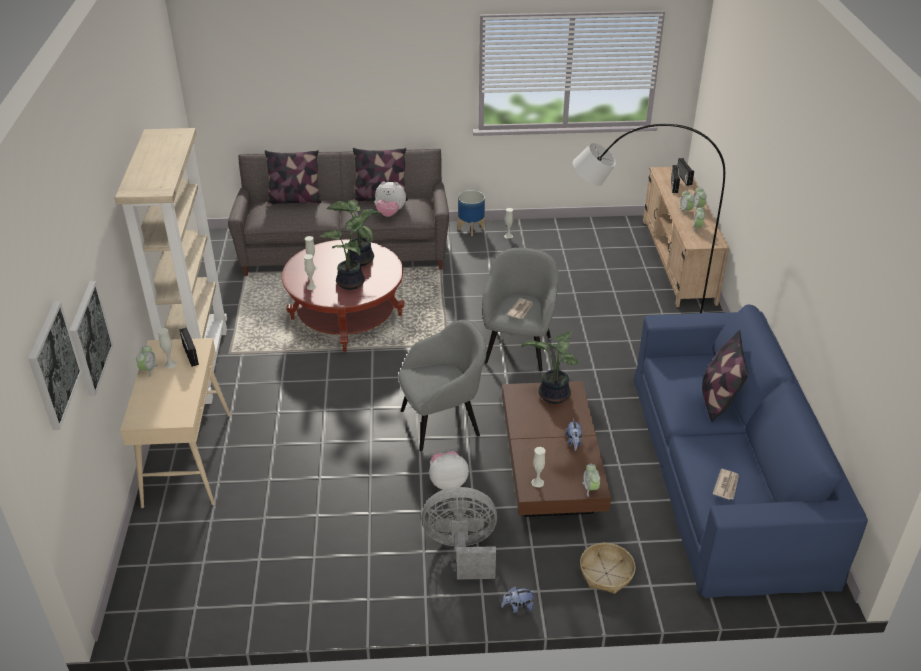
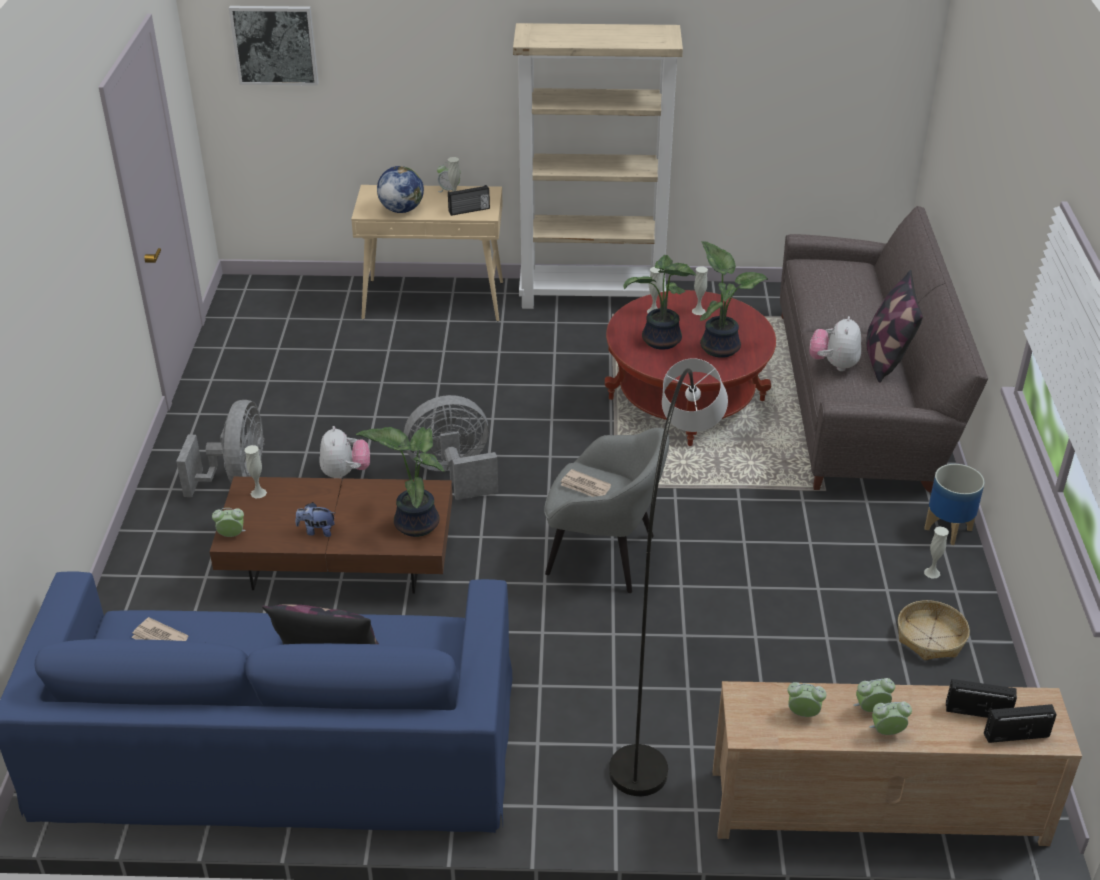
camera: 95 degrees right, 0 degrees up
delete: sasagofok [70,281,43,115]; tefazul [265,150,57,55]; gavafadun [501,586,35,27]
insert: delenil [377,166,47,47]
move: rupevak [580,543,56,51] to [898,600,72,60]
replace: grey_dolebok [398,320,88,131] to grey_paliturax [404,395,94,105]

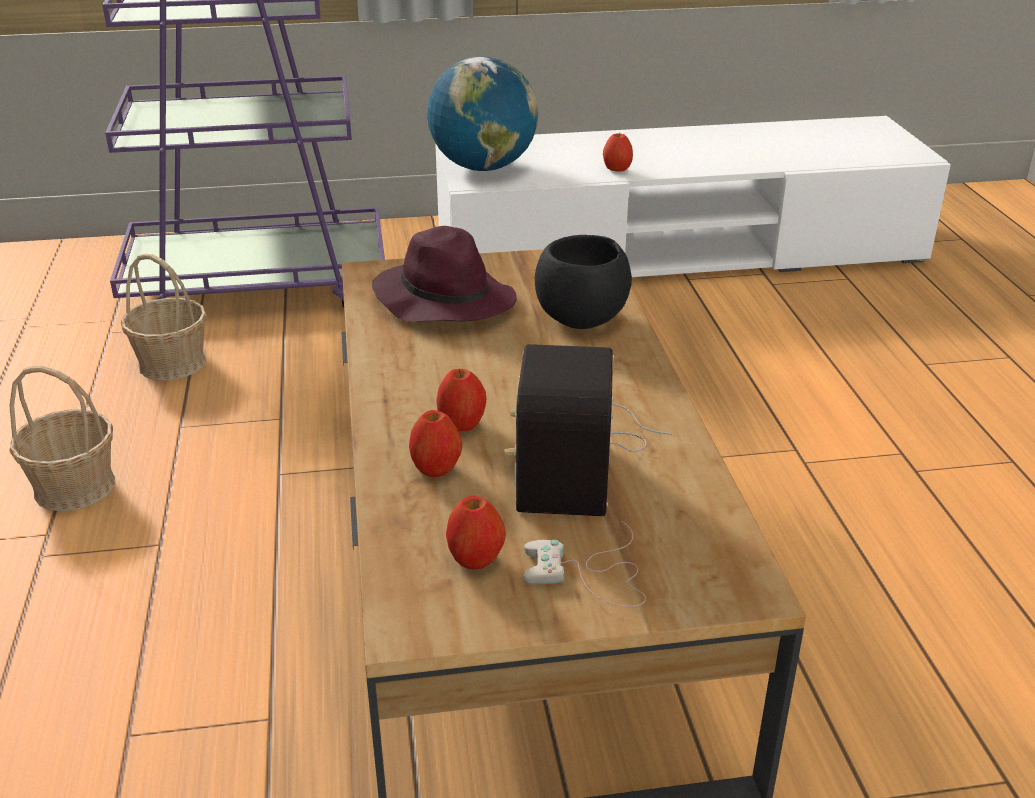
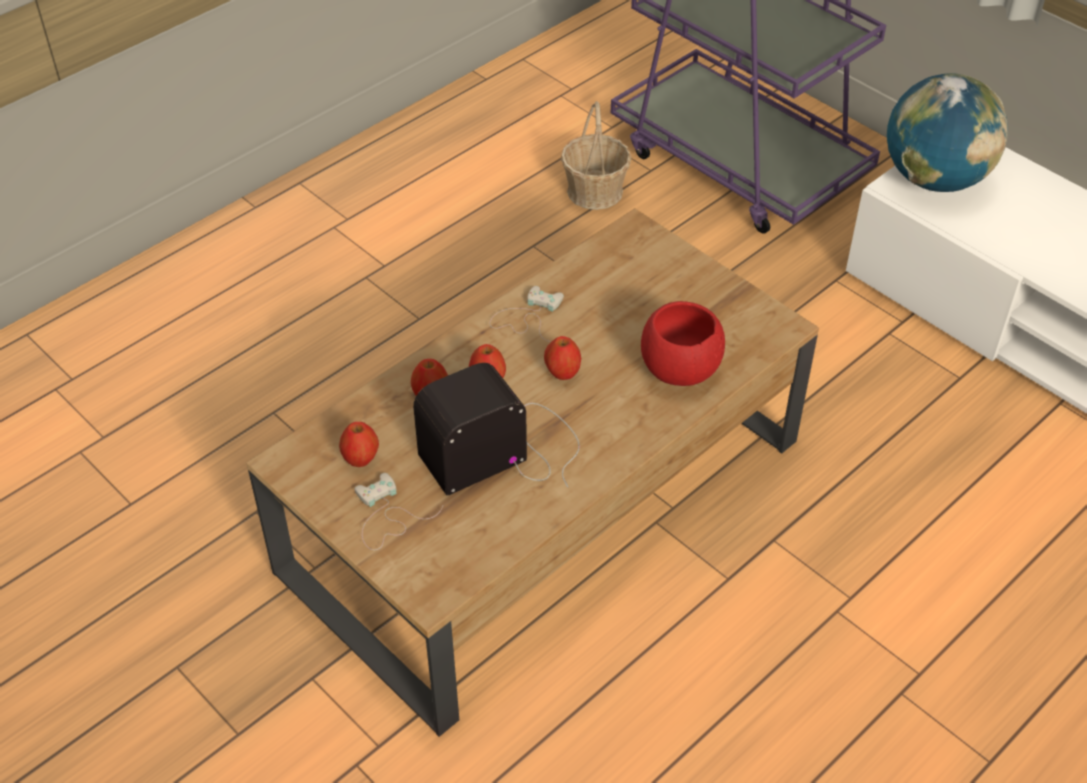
camera: 55 degrees right, 15 degrees up
delete: rupevak [10,365,105,147]; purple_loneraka [372,226,145,96]
insert: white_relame [490,286,74,56]
move: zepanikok [603,133,30,39] to [544,336,37,44]
recolor: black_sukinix [535,235,97,94] to red_sukinix [641,301,84,85]

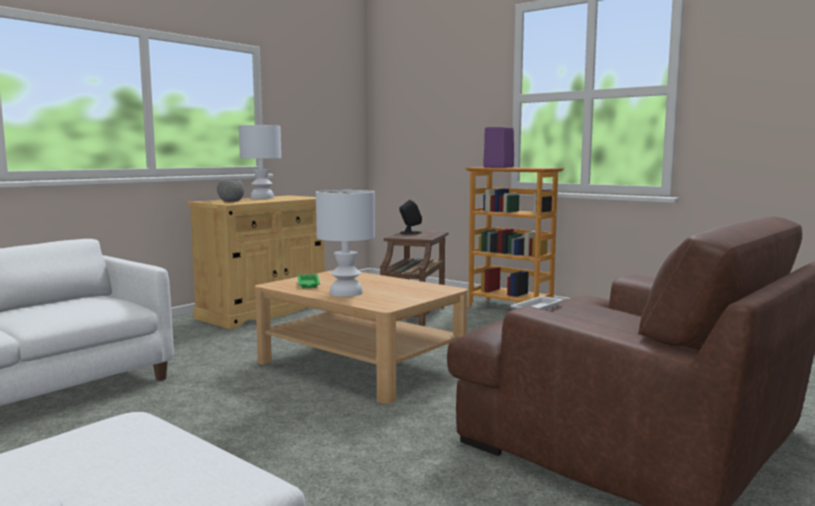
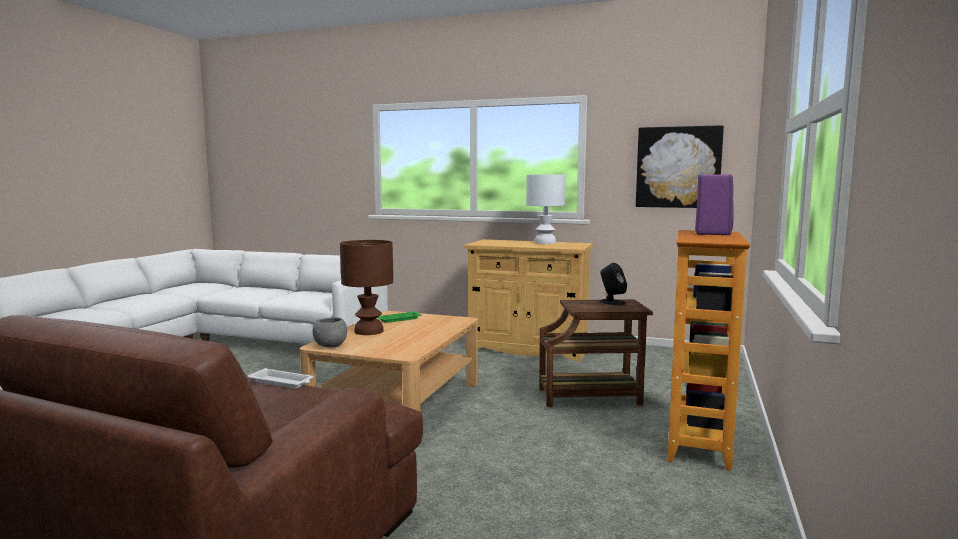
camera: 70 degrees right, 0 degrees up
insert: sasagofok [636,125,88,83]
move: grey_sukinix [217,180,27,22] to [313,317,34,31]
recolor: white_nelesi [316,190,59,107] to brown_nelesi [340,240,53,95]

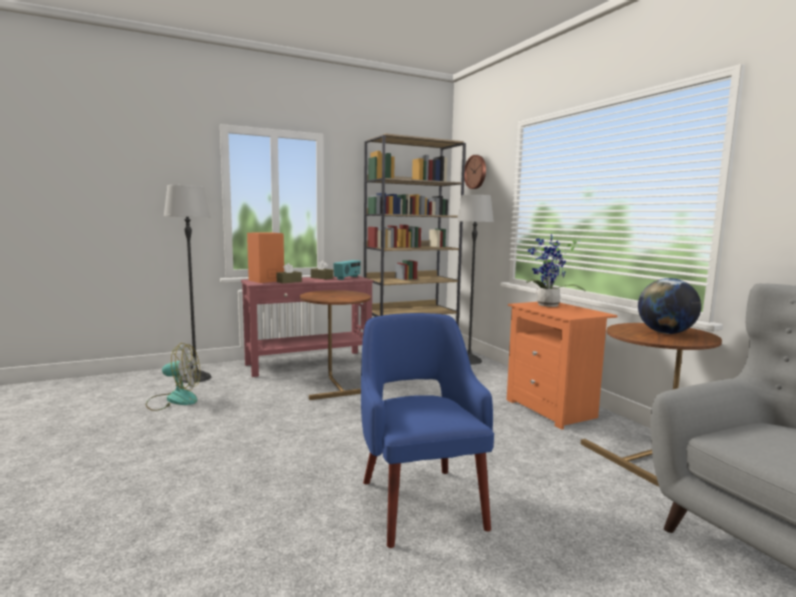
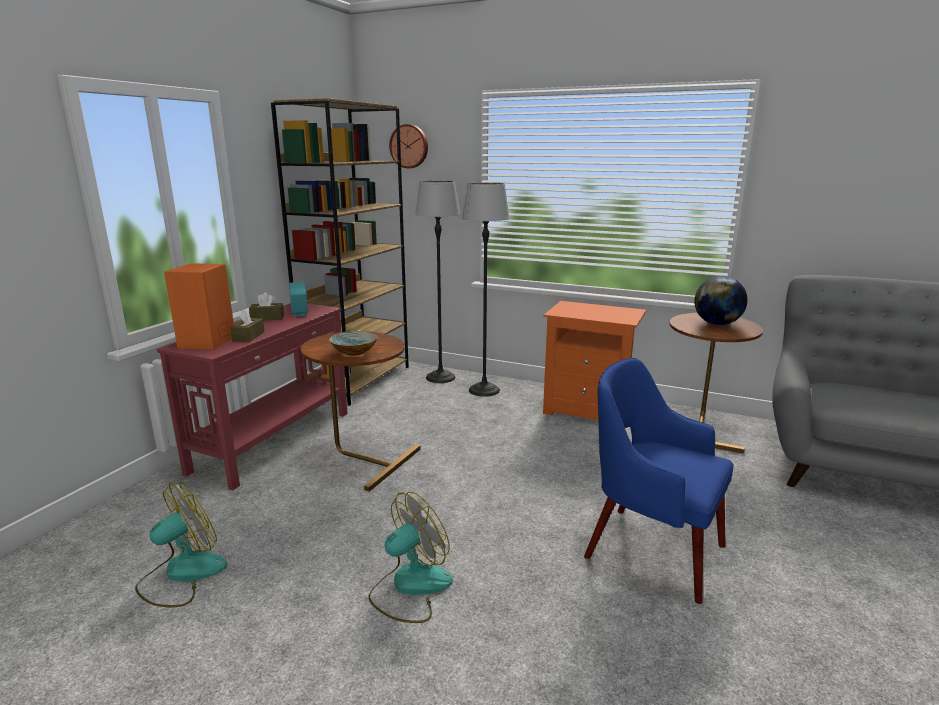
camera: 40 degrees left, 10 degrees up
delete: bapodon [526,234,59,73]
insert: sukinix [329,331,48,25]; paliturax [368,492,85,131]
move: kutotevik [164,185,47,198] to [462,183,48,214]

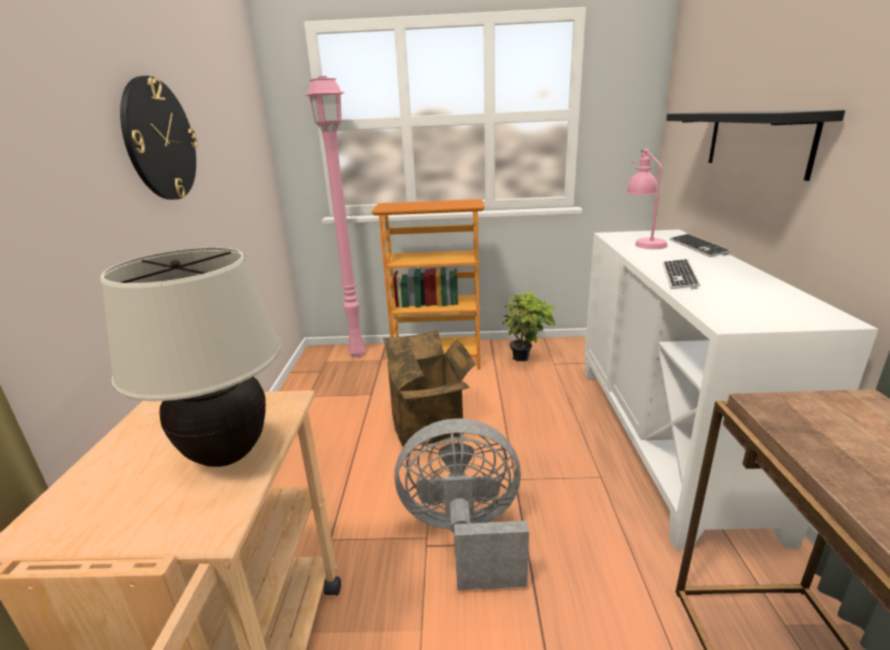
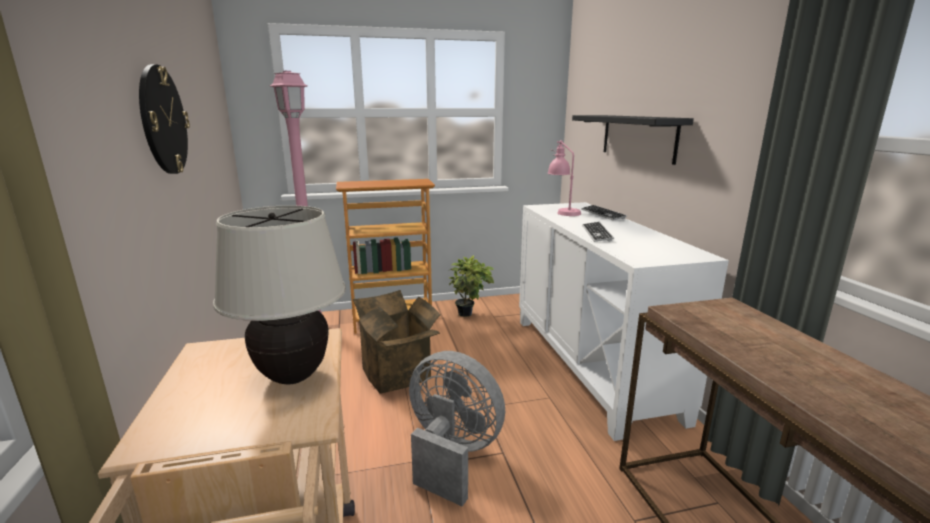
camera: 15 degrees left, 5 degrees down
rotate: grey_paliturax [395,418,134,172] = [409,351,96,155] 45 degrees clockwise

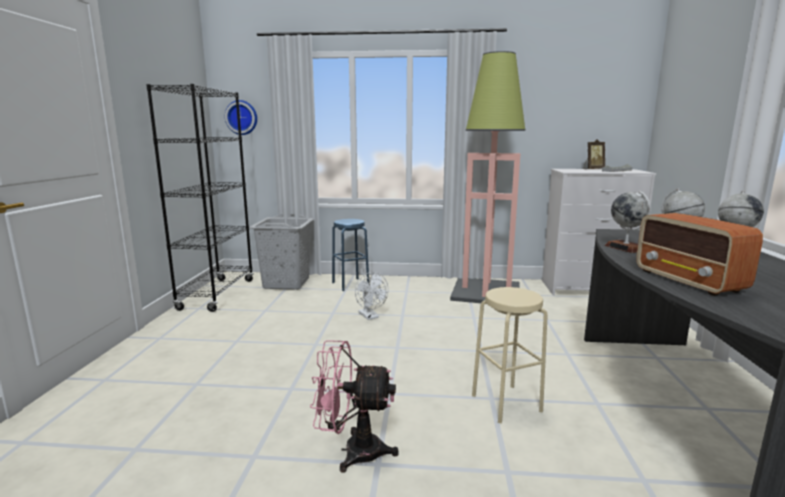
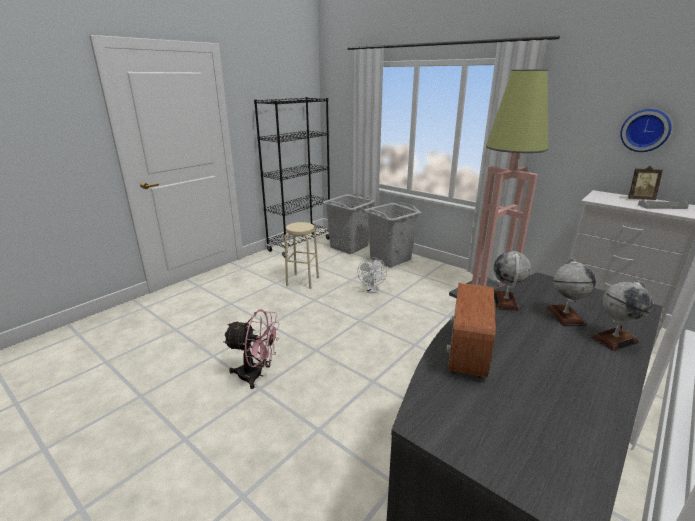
camera: 35 degrees right, 10 degrees up
move: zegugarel [225,100,32,35] to [620,109,52,43]; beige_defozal [472,287,76,136] to [285,222,34,67]
replace: blue_defozal [332,219,37,72] to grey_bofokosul [364,202,58,65]
rotate: pink_paliturax [310,340,89,133] = [223,309,57,80] 150 degrees clockwise

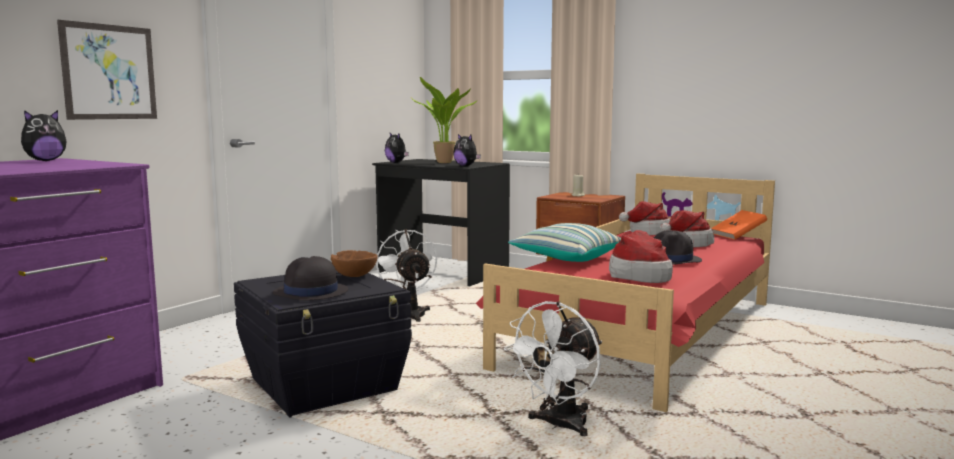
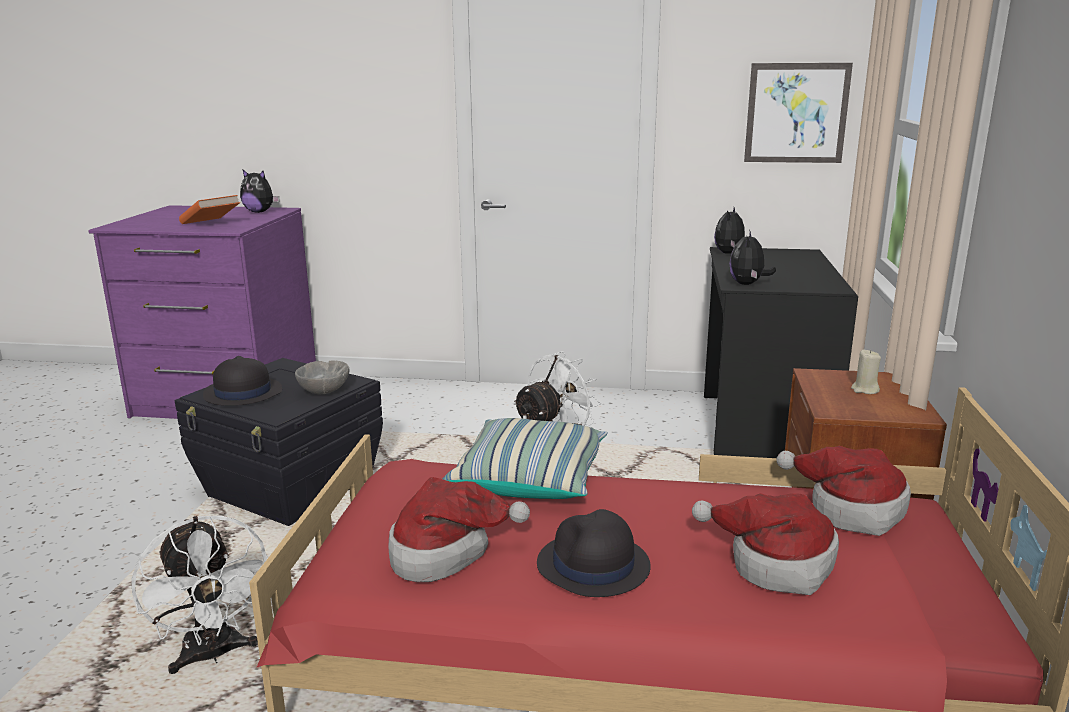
camera: 65 degrees right, 10 degrees up
delete: bapodon [411,77,66,86]
move: sasagofok [57,20,100,100] to [744,63,109,100]; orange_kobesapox [712,210,55,30] to [179,195,61,29]
recolor: brown_sukinix [331,250,47,27] to grey_sukinix [295,360,54,34]
rotate: white_paliturax [504,301,98,135] = [131,515,137,159] 135 degrees counterclockwise

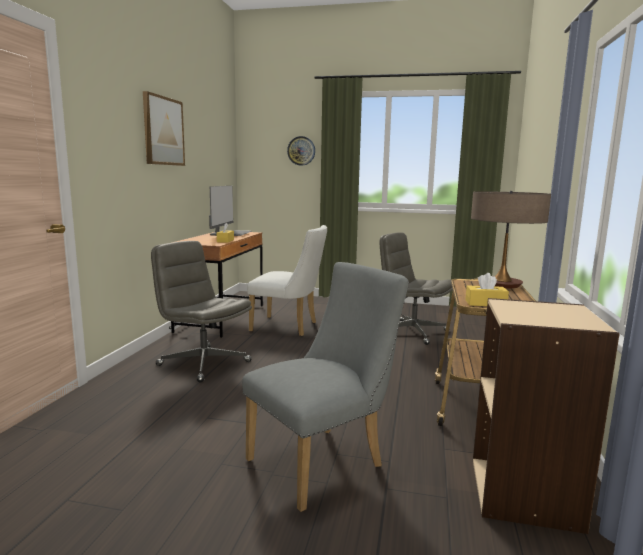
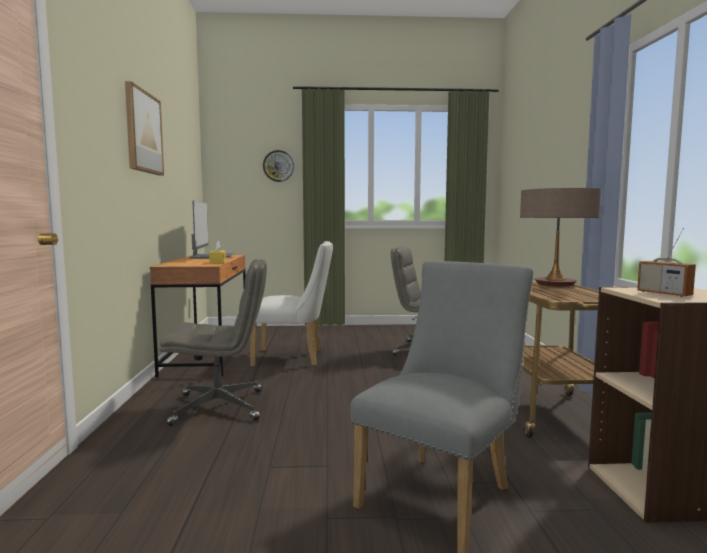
camera: 15 degrees left, 5 degrees down
delete: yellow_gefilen [465,273,44,33]
insert: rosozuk [637,228,59,69]
rotate: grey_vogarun [151,241,101,142] = [159,259,108,167] 150 degrees clockwise

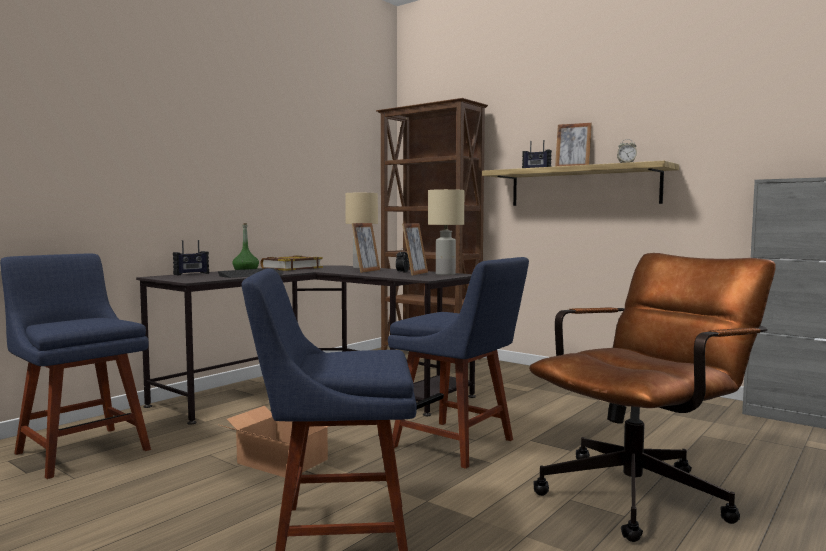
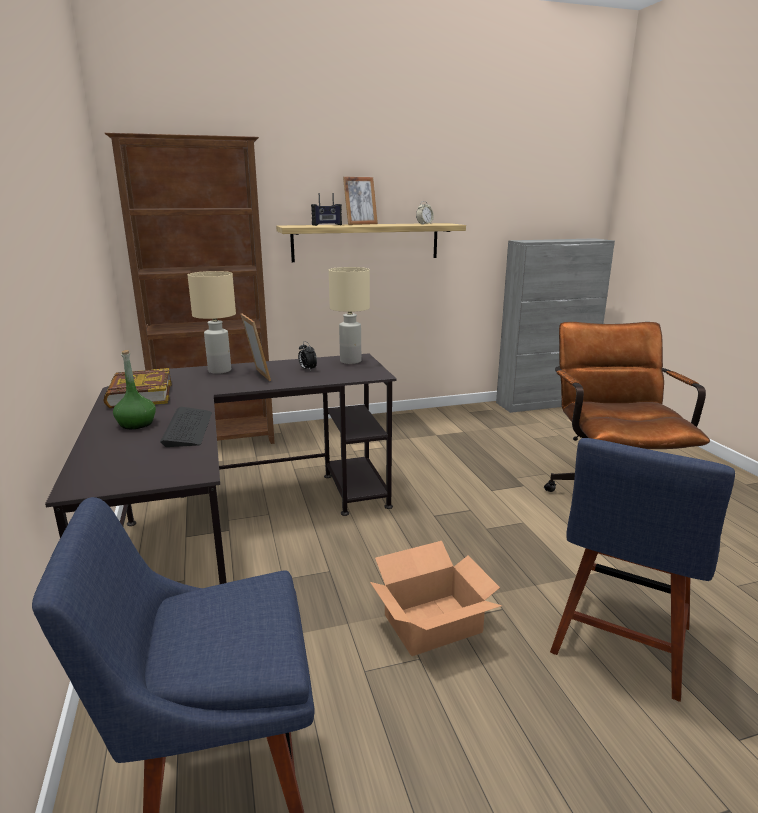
camera: 55 degrees left, 15 degrees up
delete: rosozuk [173,240,36,35]; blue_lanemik [388,257,141,212]; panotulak [402,223,26,53]

